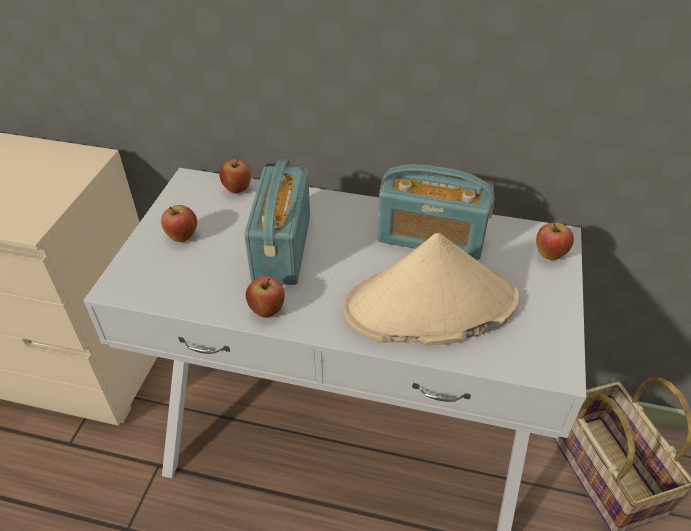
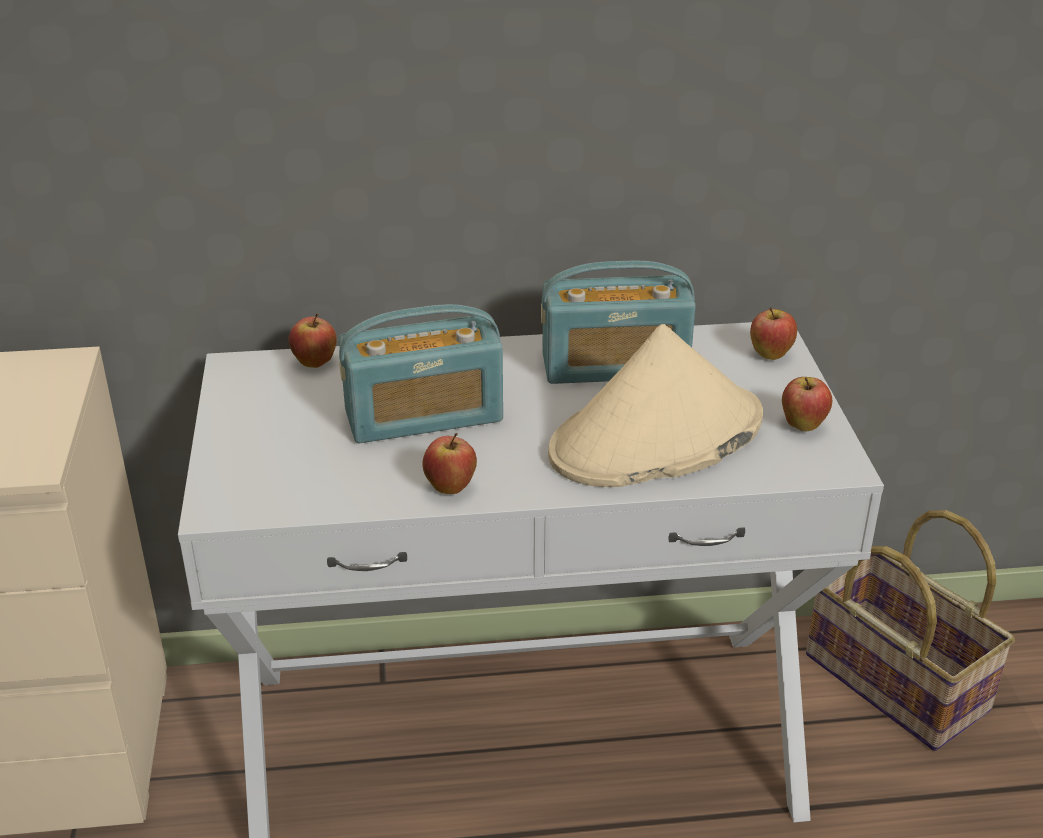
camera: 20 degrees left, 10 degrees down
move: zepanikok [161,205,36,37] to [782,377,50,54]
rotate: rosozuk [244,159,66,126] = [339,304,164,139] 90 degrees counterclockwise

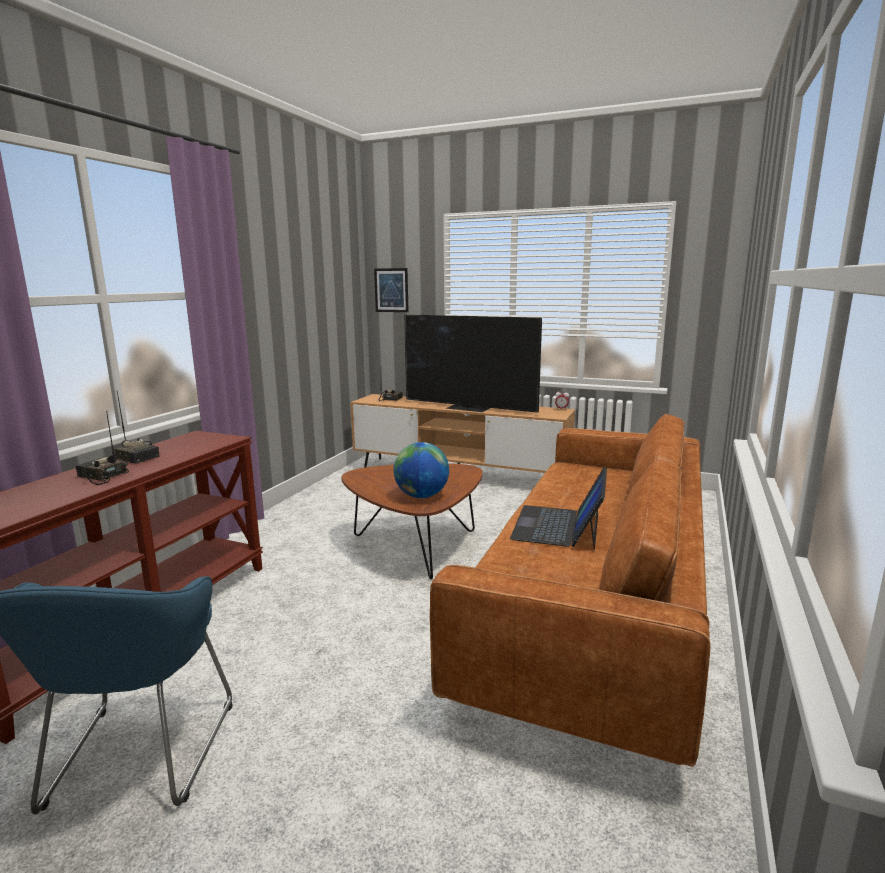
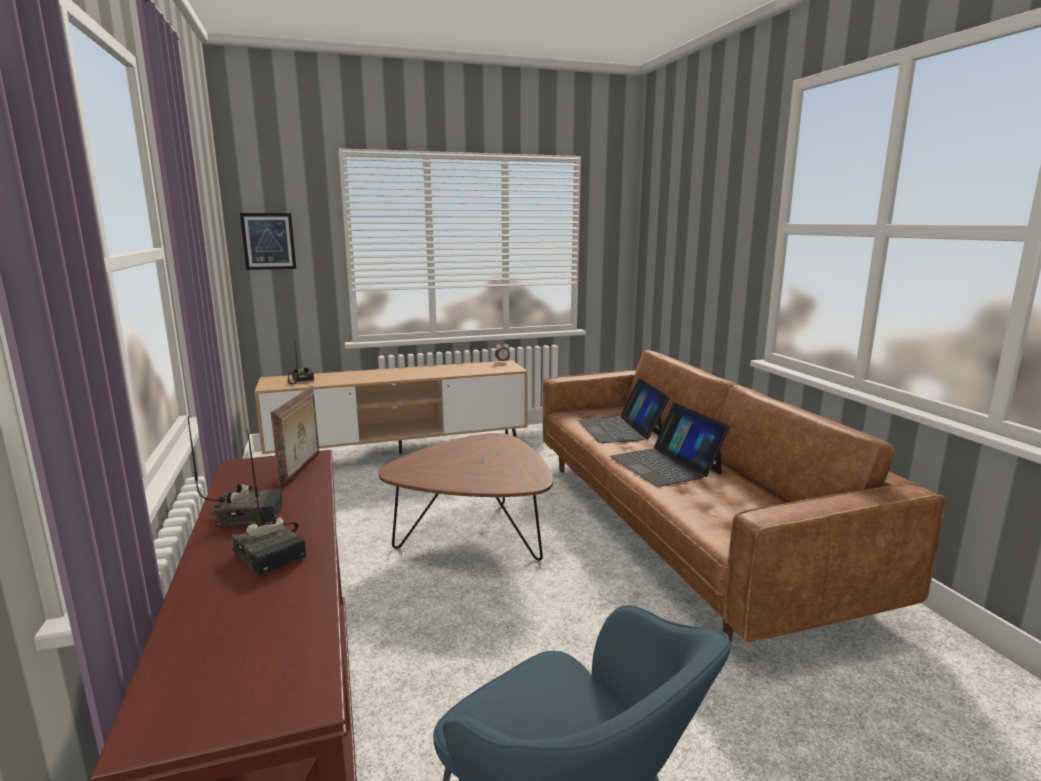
camera: 40 degrees left, 0 degrees up
delete: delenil [394,442,55,56]; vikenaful [404,314,138,99]
insert: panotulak [271,386,48,104]; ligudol [578,378,92,65]
rotate: rosozuk [76,411,53,74] = [231,429,75,147] 120 degrees counterclockwise

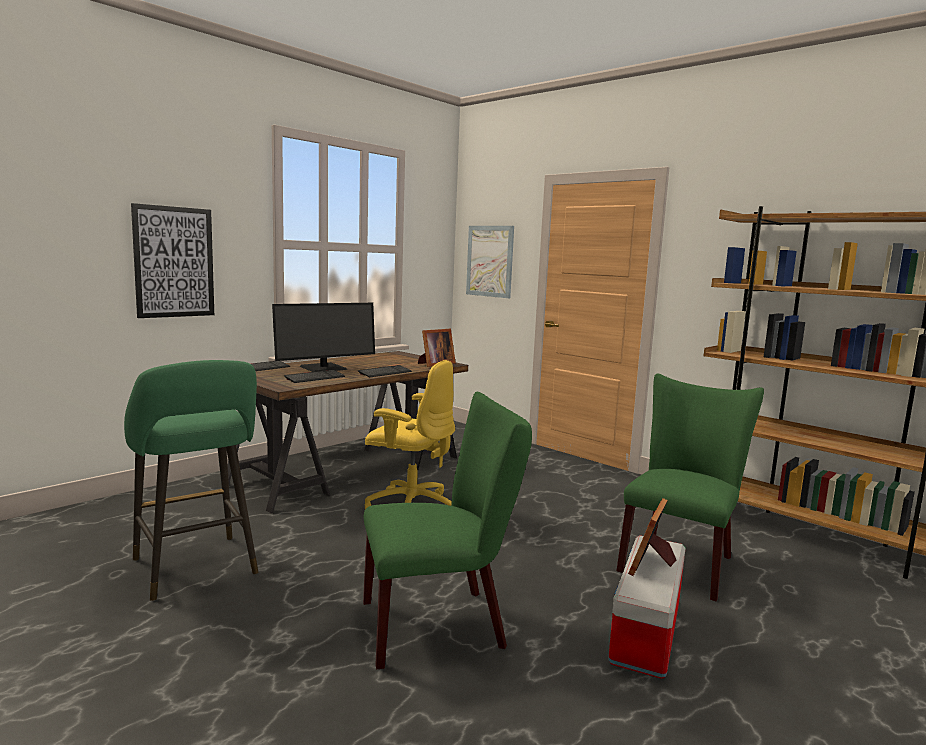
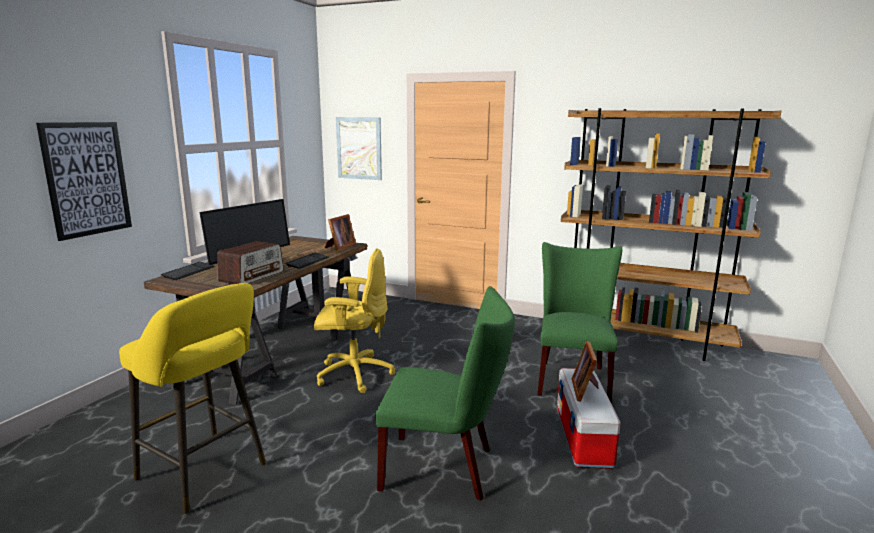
camera: 20 degrees left, 5 degrees up
replace: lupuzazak [284,370,61,13] to rosozuk [217,241,67,43]
recolor: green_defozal [124,360,134,241] to yellow_defozal [119,283,147,231]
rotate: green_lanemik [363,392,169,277] = [375,286,140,215] 45 degrees clockwise

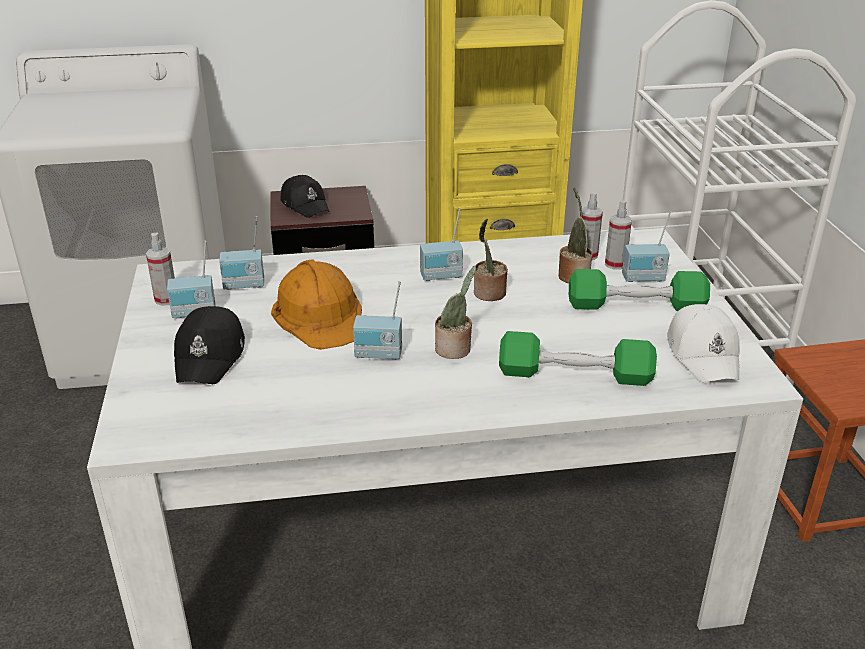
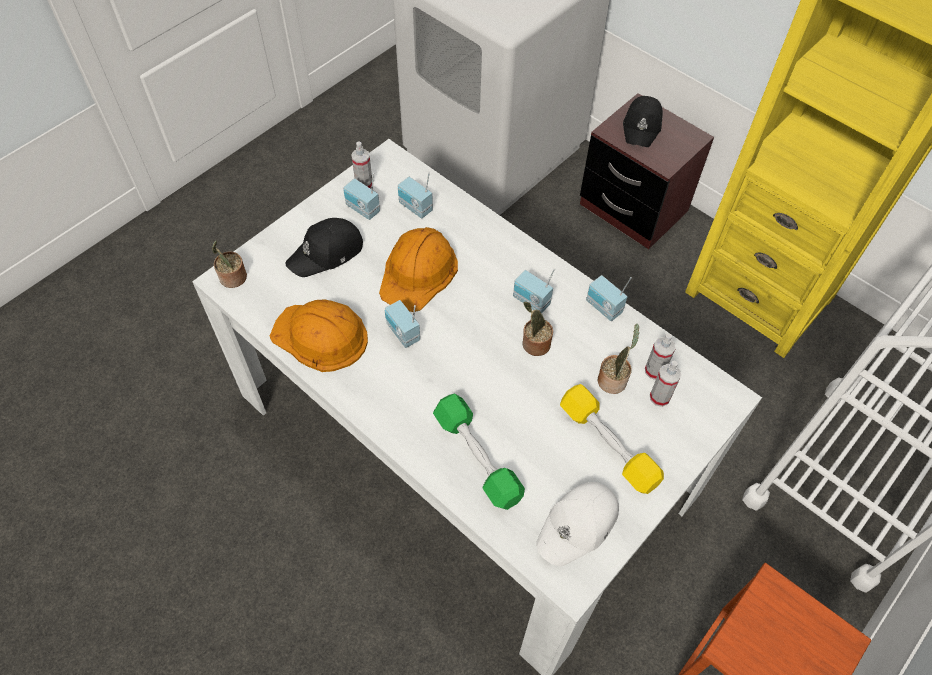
camera: 50 degrees right, 25 degrees up
insert: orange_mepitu [270,300,98,72]
move: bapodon [435,266,41,93] to [212,240,35,48]; rosozuk [622,211,49,71] to [586,275,46,46]
recolor: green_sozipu [569,269,141,42] to yellow_sozipu [560,384,104,110]

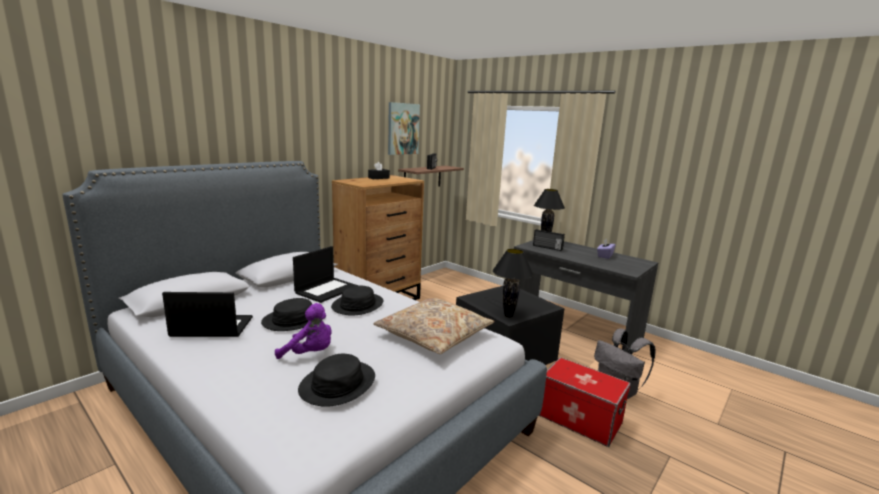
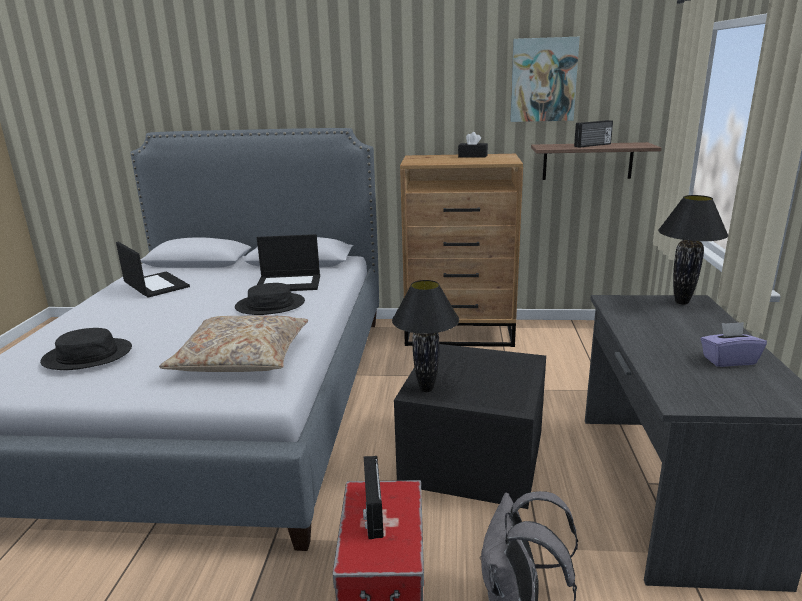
camera: 55 degrees right, 5 degrees up
delete: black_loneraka [261,298,51,33]; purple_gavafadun [275,303,57,56]
move: rosozuk [533,229,32,22] to [363,456,21,83]

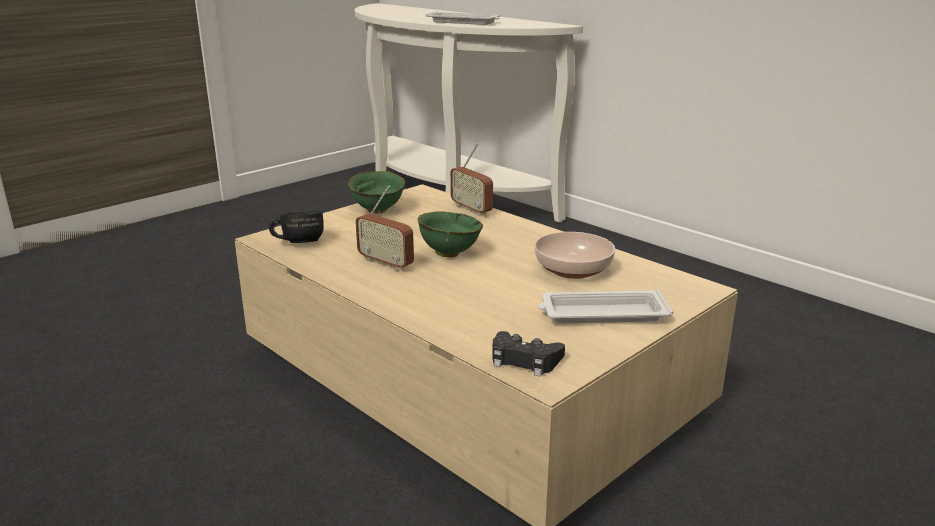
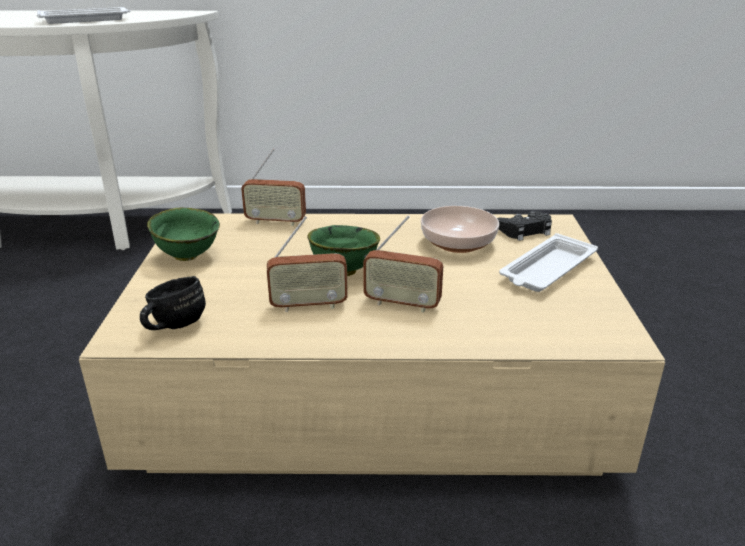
camera: 45 degrees left, 5 degrees up
insert: rosozuk [363,215,80,98]
move: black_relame [492,331,73,46] to [497,211,55,30]

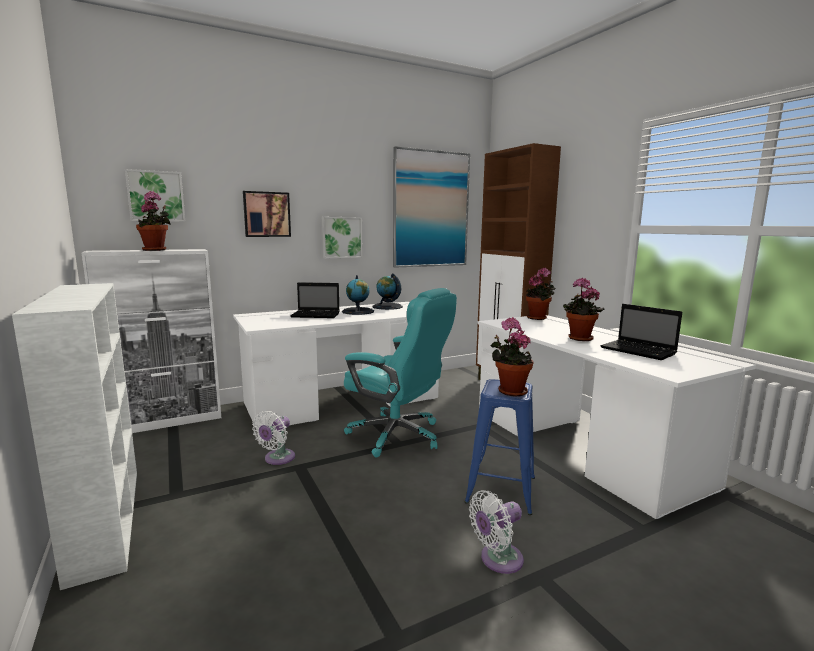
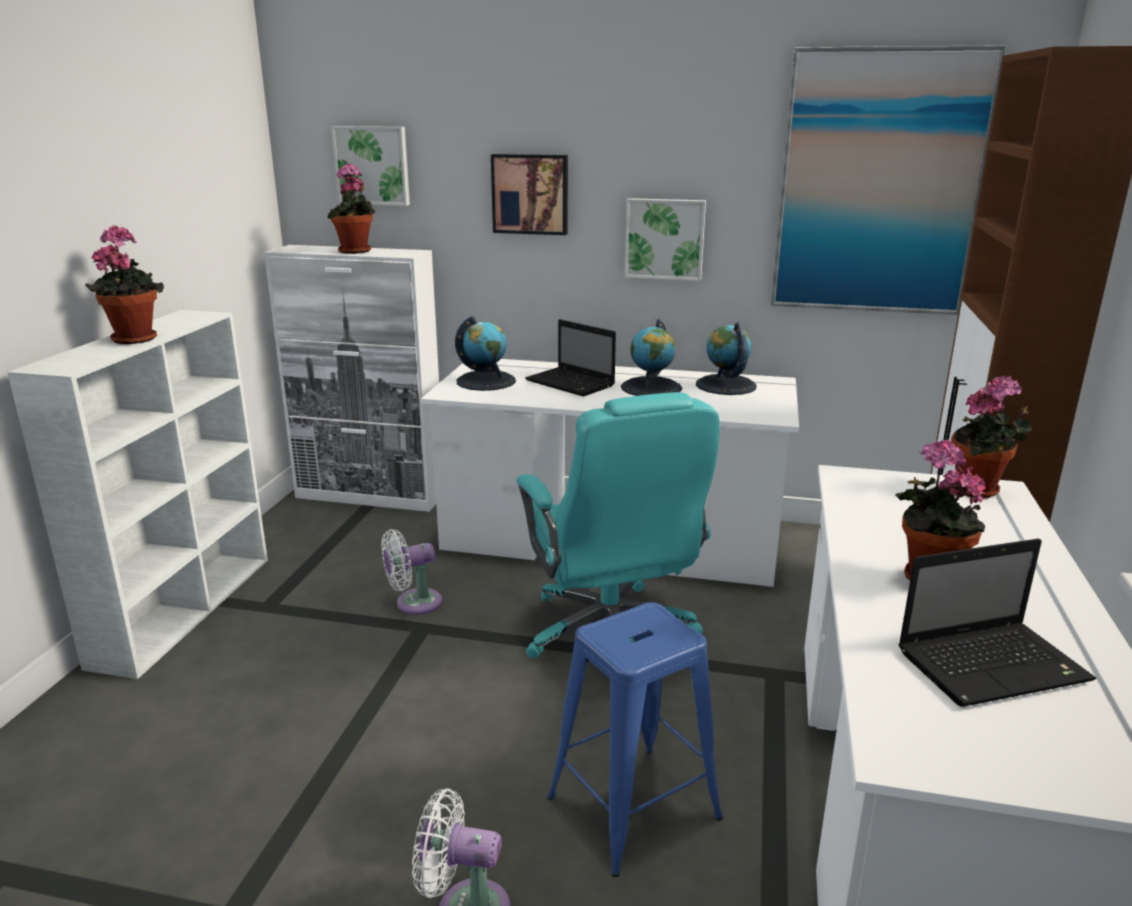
camera: 40 degrees right, 10 degrees up
insert: delenil [455,316,61,75]
move: bapodon [490,317,43,80] to [85,225,79,119]
rotate: ligudol [601,304,81,56] = [898,538,198,169] 105 degrees counterclockwise

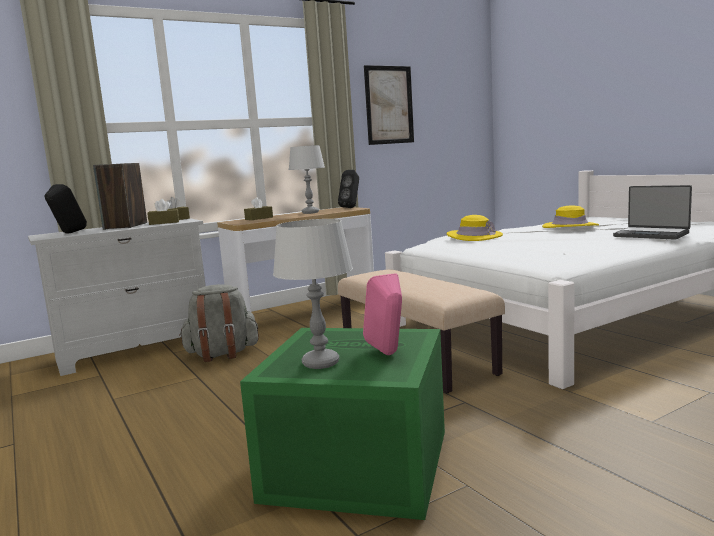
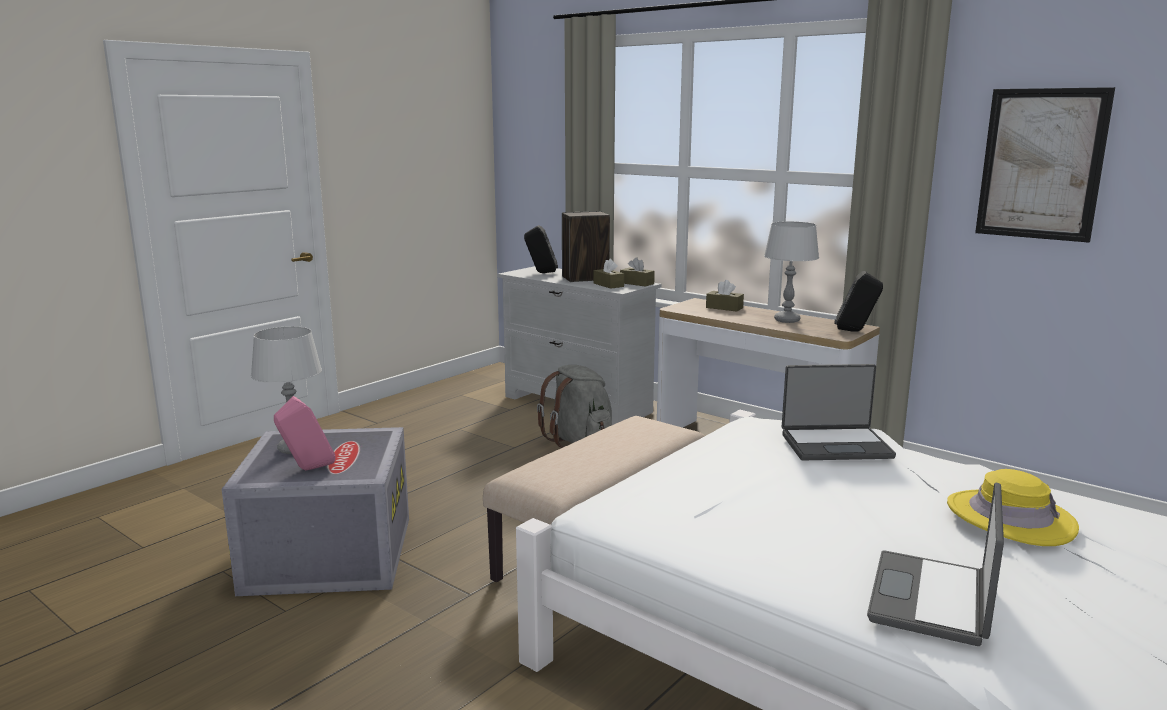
camera: 70 degrees right, 5 degrees up
replace: yellow_loneraka [446,215,57,26] to ligudol [782,364,114,96]
recolor: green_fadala [240,328,205,192] to grey_fadala [222,427,187,169]

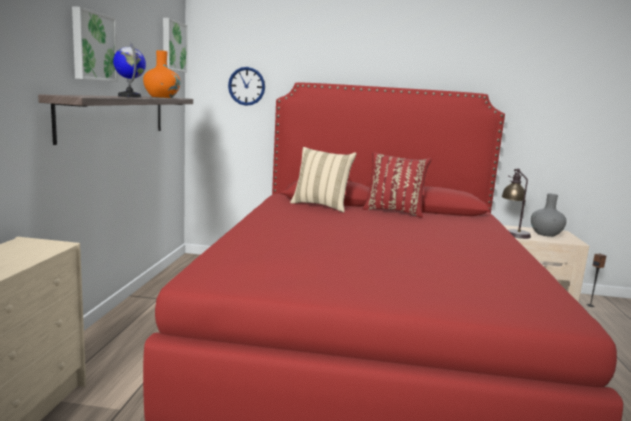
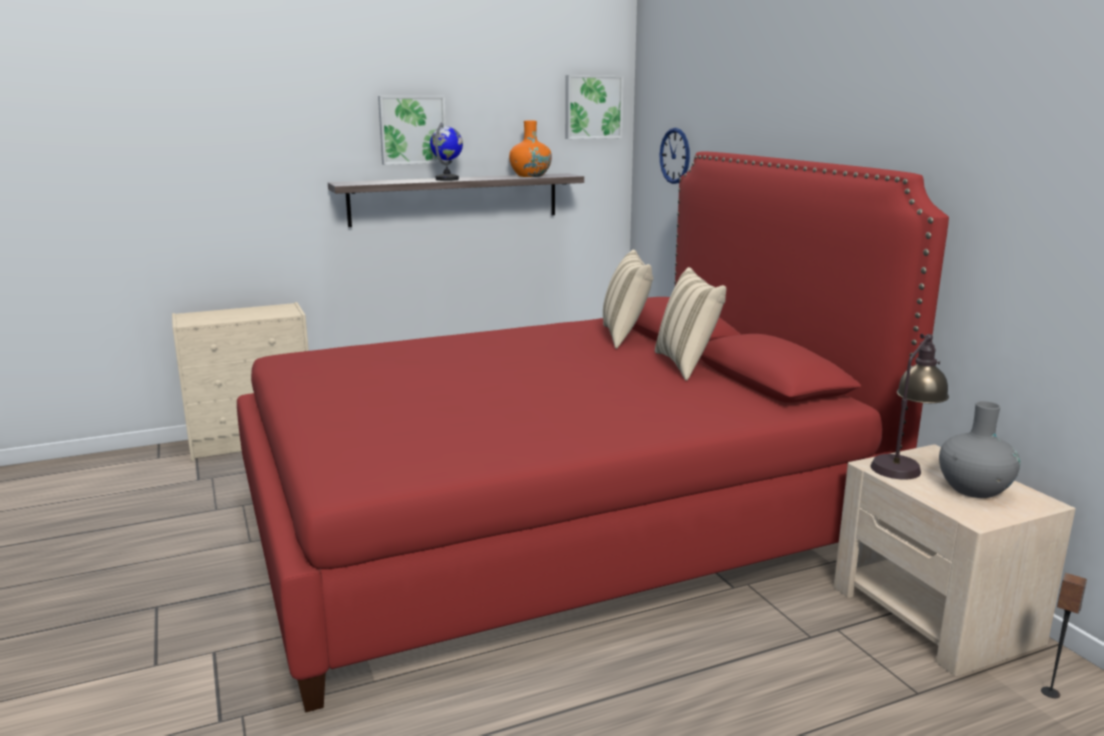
camera: 60 degrees right, 5 degrees up
recolor: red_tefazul [363,152,69,66] to beige_tefazul [655,267,71,114]

